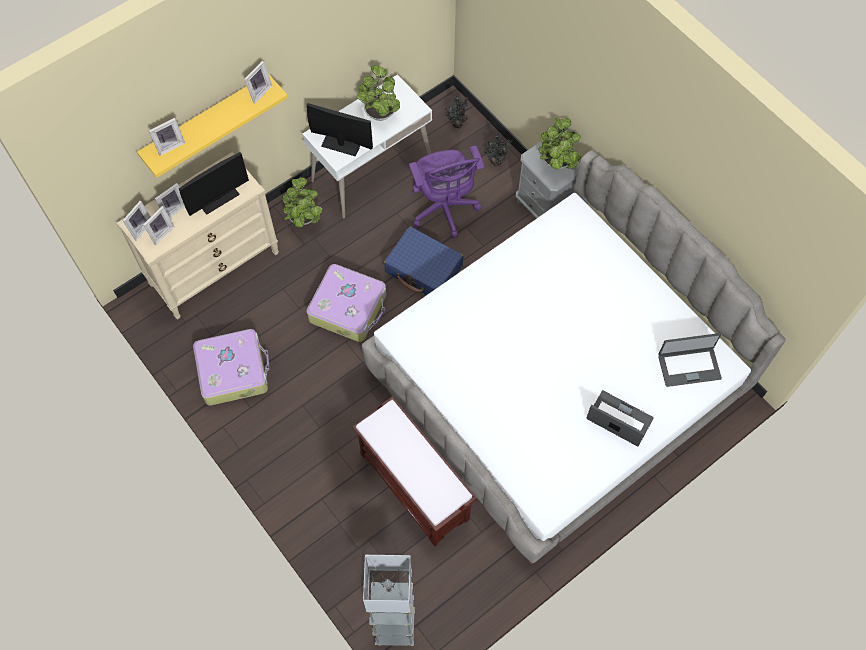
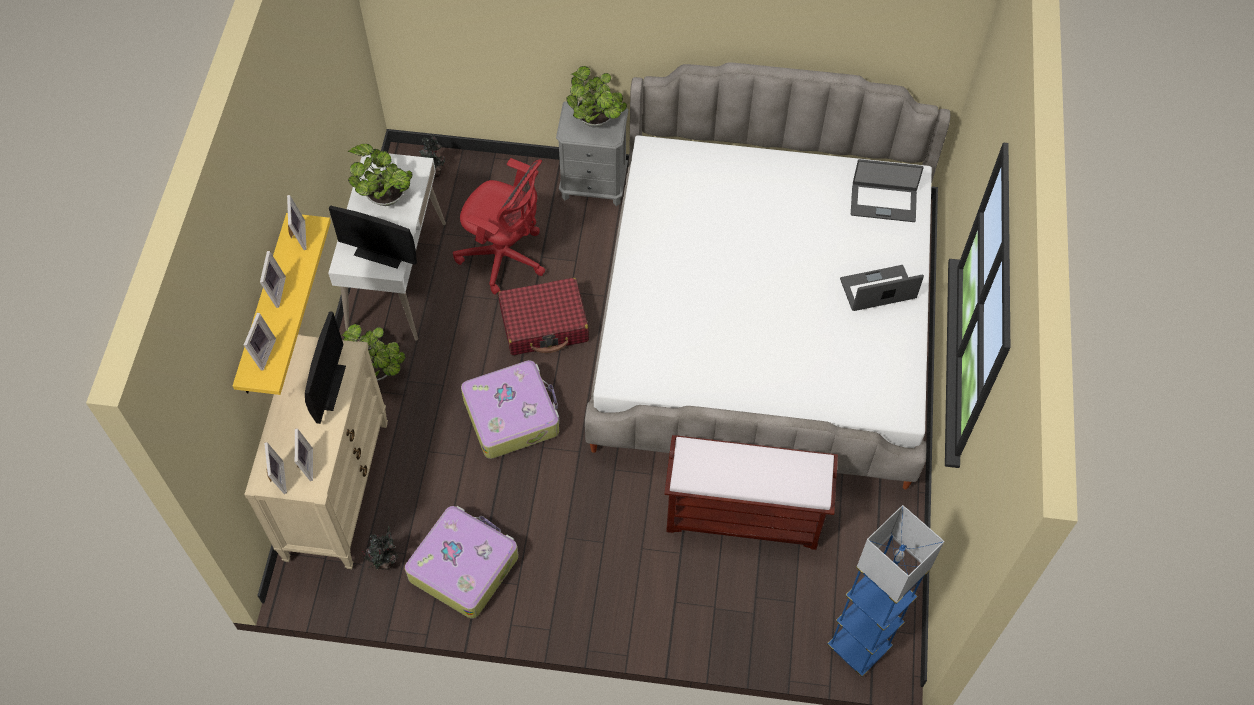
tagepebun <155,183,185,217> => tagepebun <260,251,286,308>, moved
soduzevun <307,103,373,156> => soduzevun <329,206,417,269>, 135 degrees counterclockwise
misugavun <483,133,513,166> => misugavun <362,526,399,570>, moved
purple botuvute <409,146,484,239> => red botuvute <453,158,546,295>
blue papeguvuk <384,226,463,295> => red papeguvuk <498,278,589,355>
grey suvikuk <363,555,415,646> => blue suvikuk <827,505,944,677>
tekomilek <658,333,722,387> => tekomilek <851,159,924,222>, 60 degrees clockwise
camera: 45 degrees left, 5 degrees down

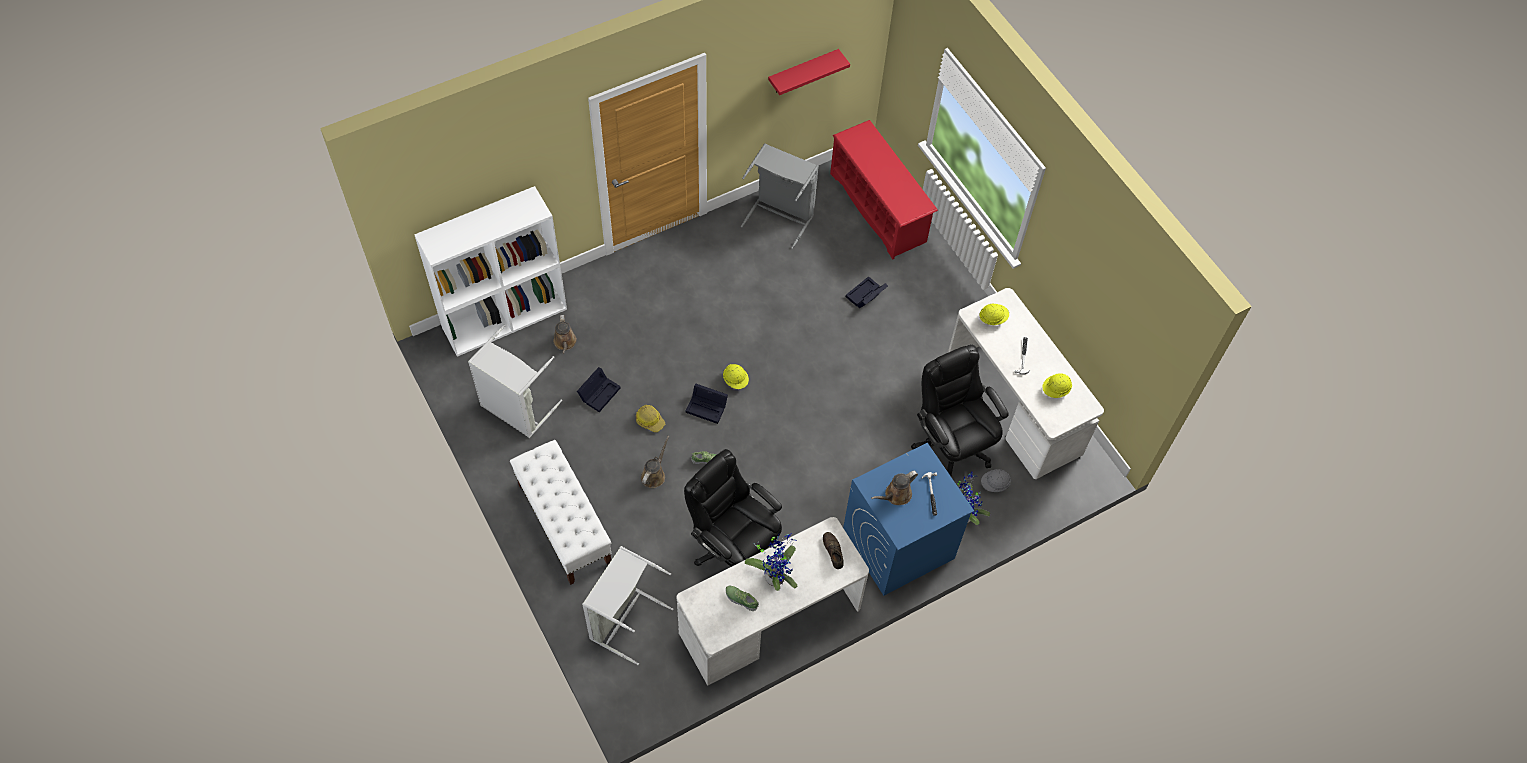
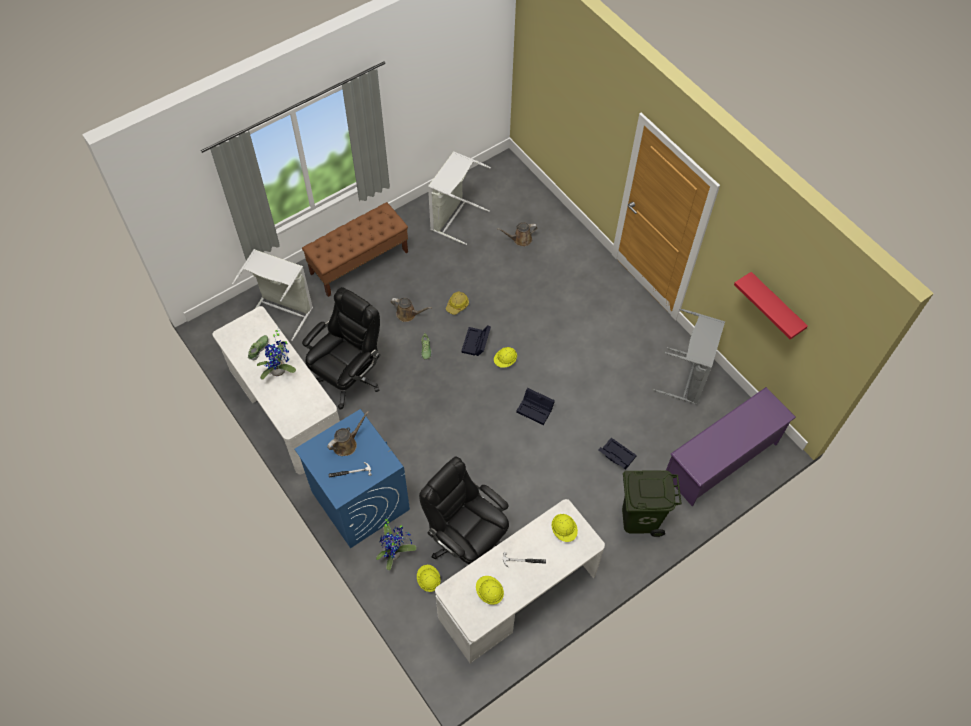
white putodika <510,440,611,585> => brown putodika <302,202,408,297>
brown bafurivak <871,471,918,505> => brown bafurivak <327,411,369,456>, 90 degrees clockwise
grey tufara <981,469,1011,492> => yellow tufara <417,565,441,592>
black botuvute <911,344,1009,476> => black botuvute <419,456,509,564>, 105 degrees counterclockwise
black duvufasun <577,367,621,412> => black duvufasun <516,388,555,425>, moved
nothing => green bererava <622,470,682,537>
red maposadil <830,120,938,259> => purple maposadil <666,387,796,506>
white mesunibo <414,186,567,357> => nothing
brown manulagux <823,532,844,569> => nothing
camera: 85 degrees right, 0 degrees up

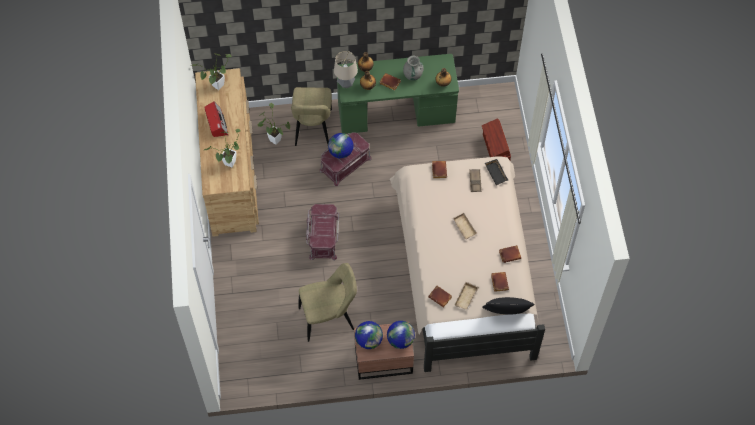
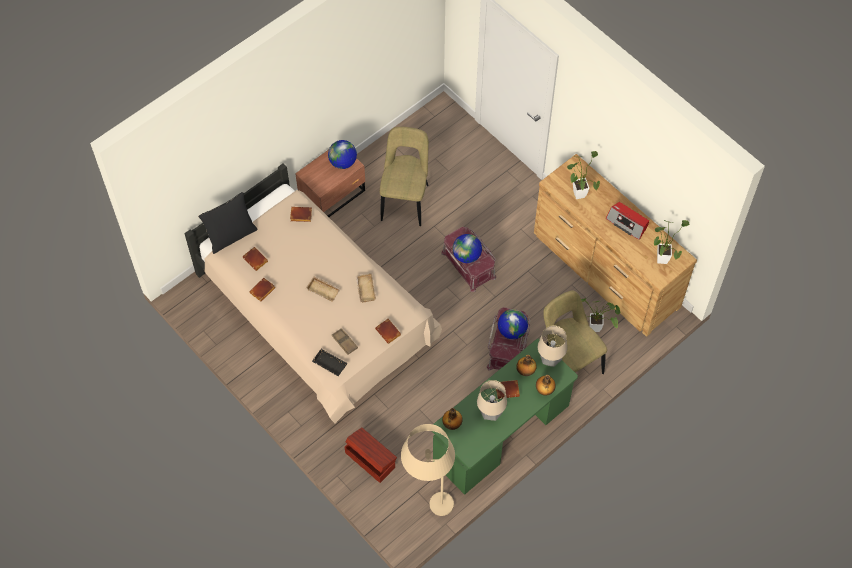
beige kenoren <454,282,479,311> => beige kenoren <356,273,376,302>, moved
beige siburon <298,263,357,342> => beige siburon <380,127,429,226>, 150 degrees clockwise
nothing => beige suvikuk <401,424,455,516>
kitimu <387,321,415,349> => kitimu <453,234,482,263>, moved
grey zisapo <403,56,424,81> => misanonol <477,380,507,421>
camera: 145 degrees right, 0 degrees up

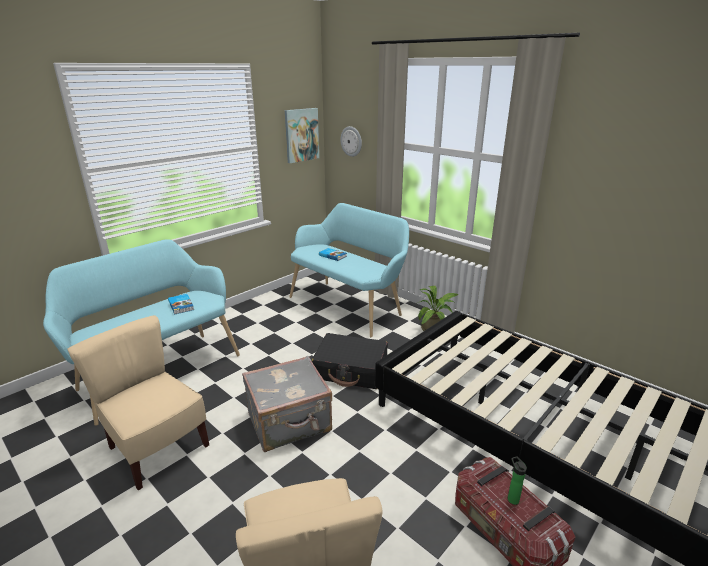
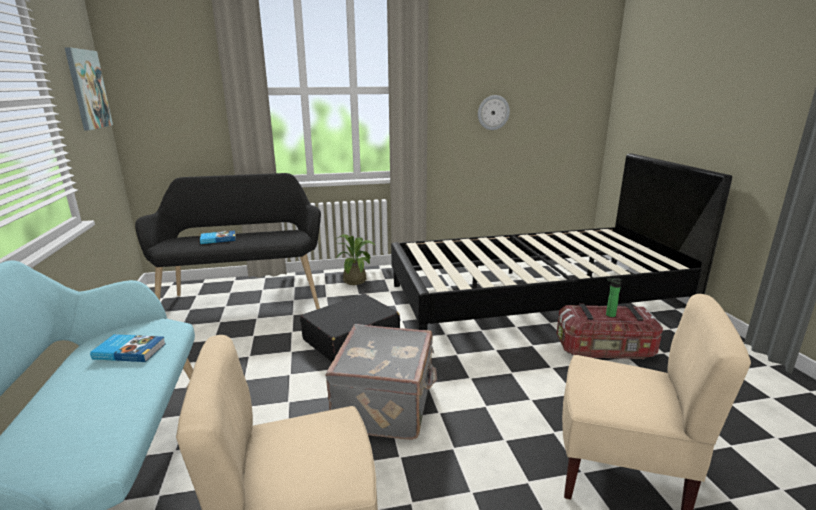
turquoise putodika <290,203,409,337> => black putodika <135,173,321,309>
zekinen <340,126,362,157> => zekinen <478,95,510,130>, moved
camera: 55 degrees left, 5 degrees down

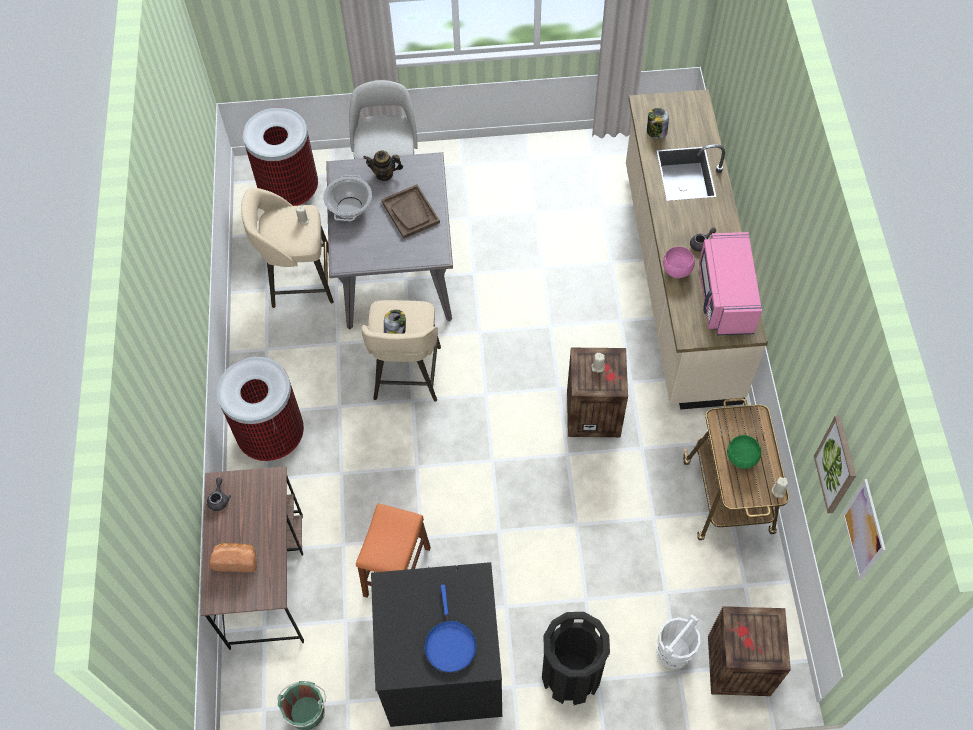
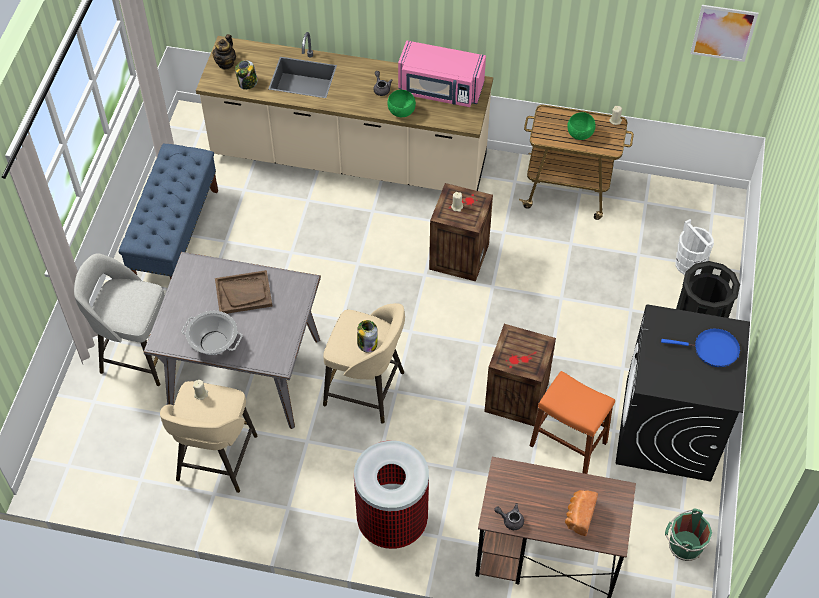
nothing => blue putodika <119,144,218,279>
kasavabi <363,151,403,181> => kasavabi <212,34,236,69>, moved
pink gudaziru <663,247,695,278> => green gudaziru <387,90,416,117>
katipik <708,606,791,696> => katipik <484,324,556,426>, moved
bererava <243,107,318,206> => nothing
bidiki <814,416,856,513> => nothing
camera: 75 degrees left, 5 degrees down

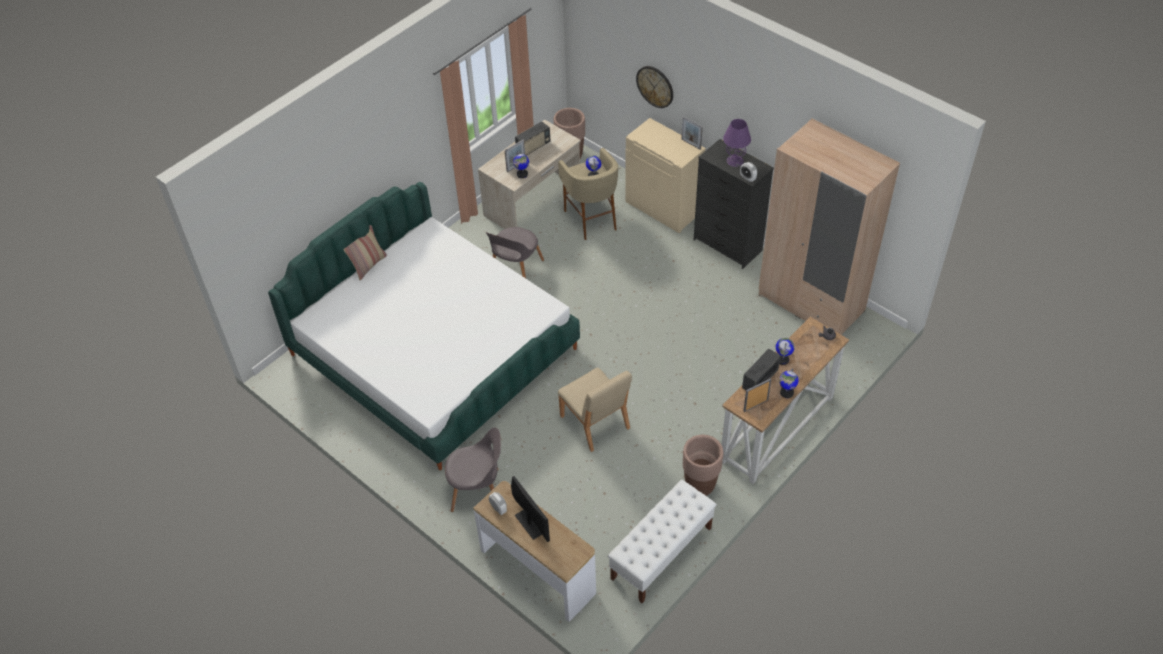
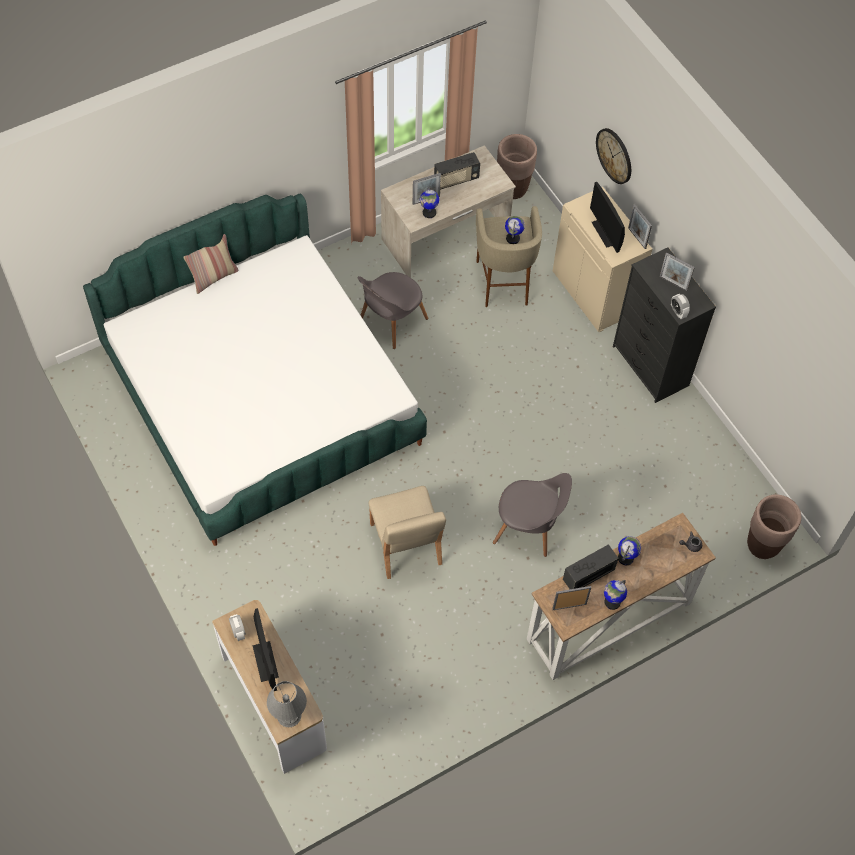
nothing => grey misanonol <267,681,307,727>
grey siburon <445,427,501,512> => grey siburon <493,473,572,557>, moved
nothing => soduzevun <590,182,625,253>
purple misanonol <723,119,751,167> => tagepebun <660,252,695,291>
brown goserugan <683,435,723,496> => brown goserugan <747,494,801,559>, moved
white putodika <608,479,717,603> => nothing
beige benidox <758,119,900,335> => nothing
camera: 15 degrees right, 10 degrees up

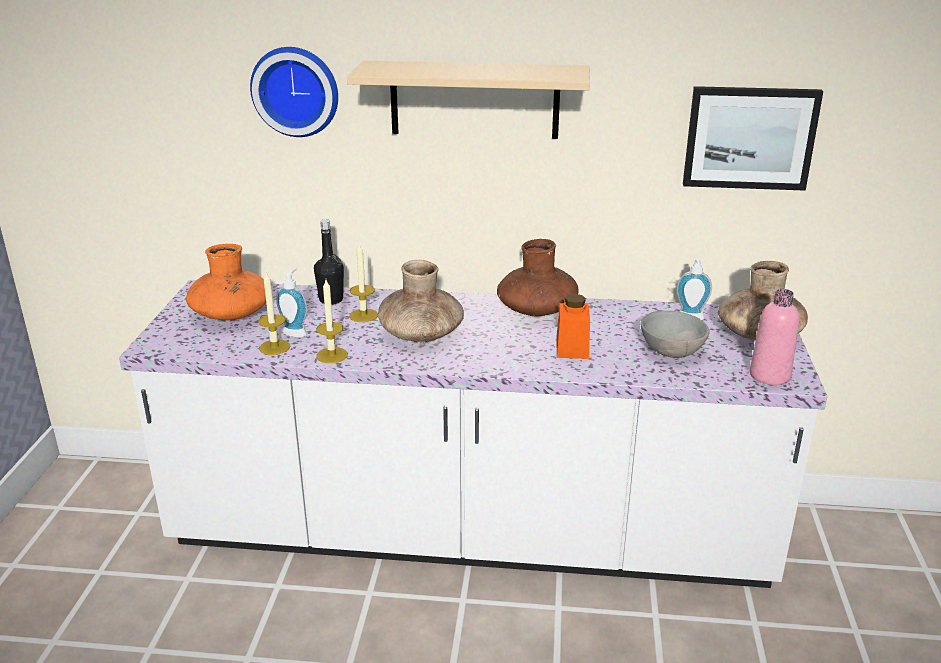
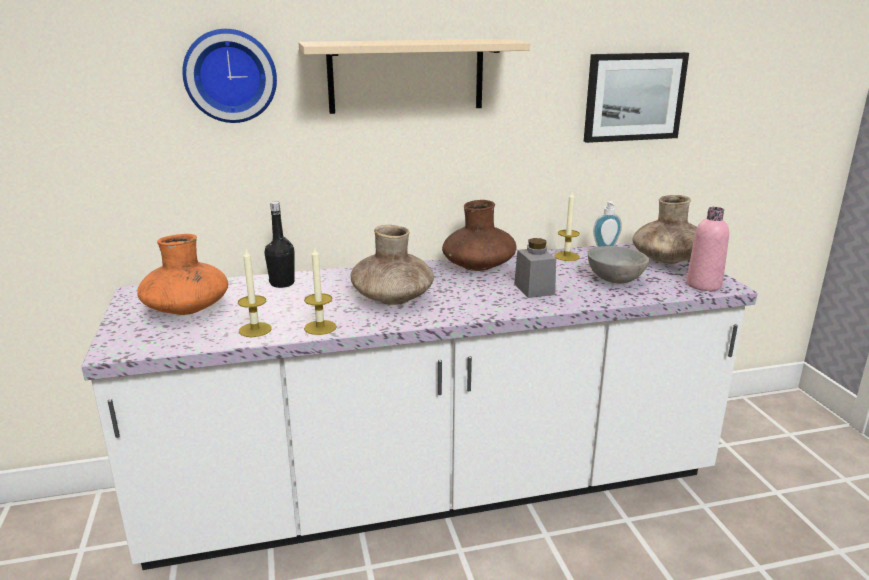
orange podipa <556,294,590,359> => grey podipa <514,238,556,298>
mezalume <349,243,378,322> => mezalume <554,192,580,261>, moved
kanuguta <276,268,307,337> => nothing
camera: 20 degrees left, 5 degrees down

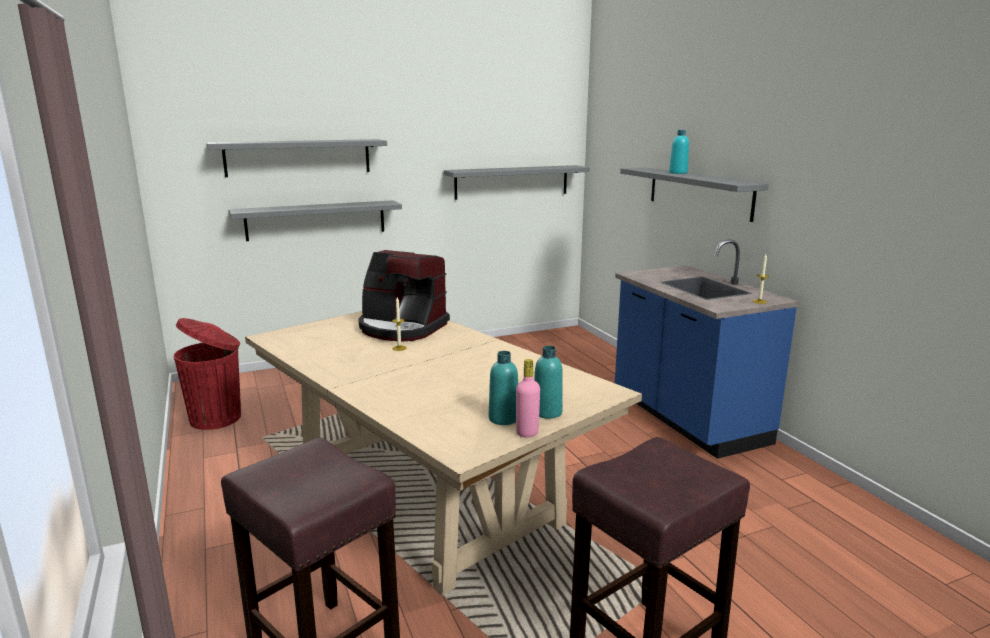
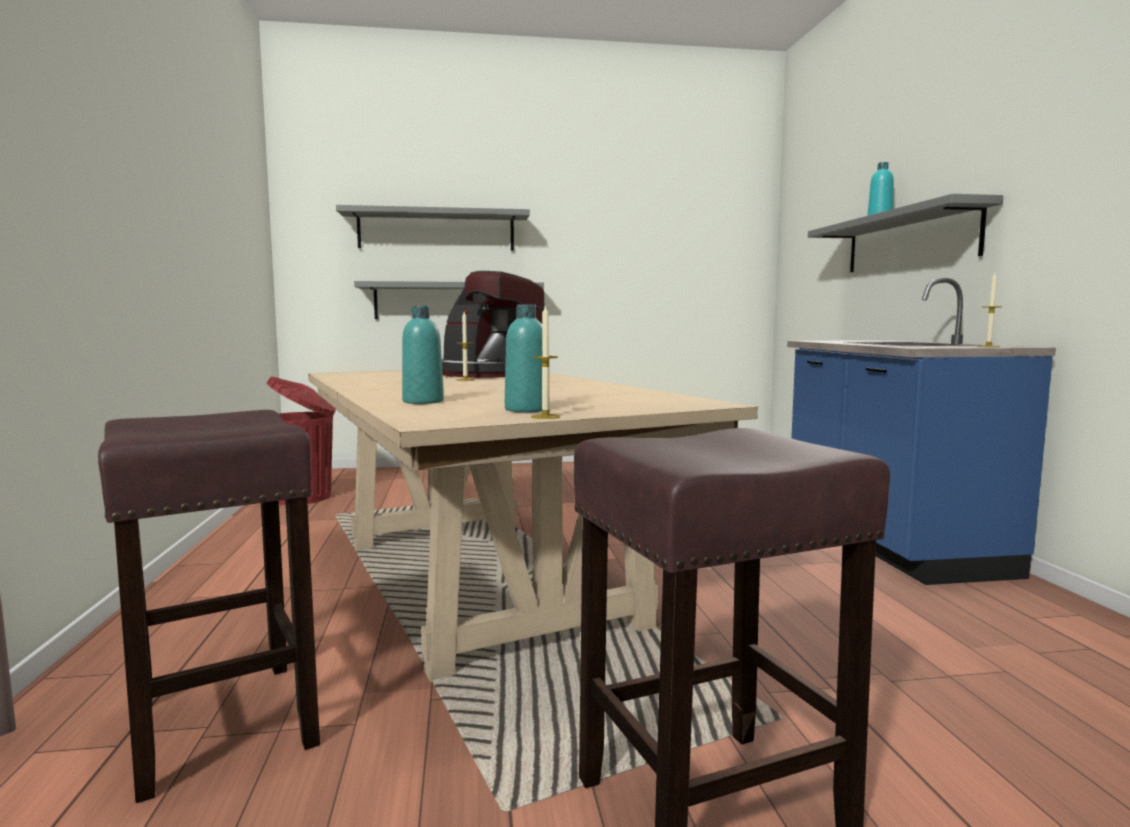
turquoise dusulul <534,346,563,418> => turquoise dusulul <402,306,444,404>, moved
pink dusulul <516,359,540,437> => mezalume <531,305,560,419>
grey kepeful <444,165,590,200> => nothing
camera: 15 degrees right, 10 degrees down

